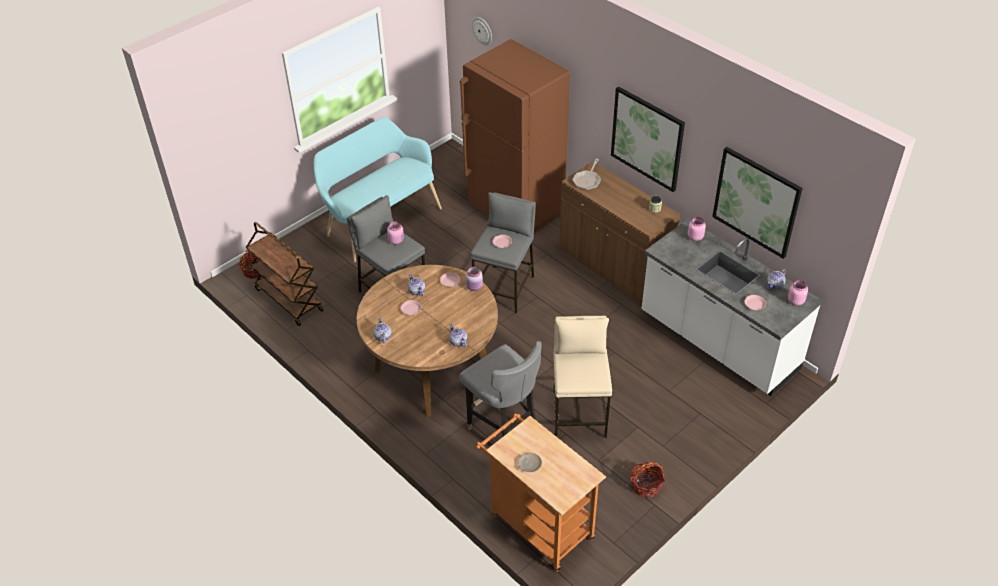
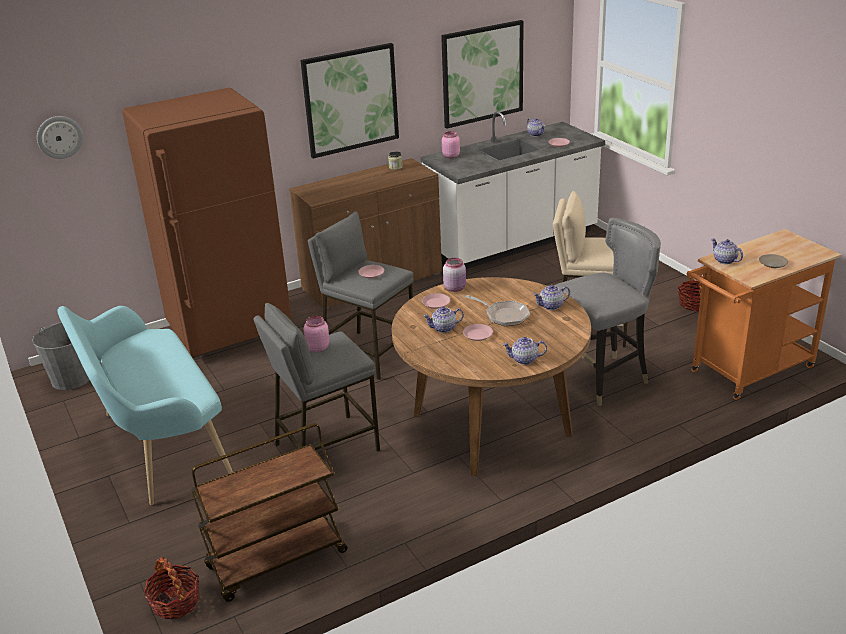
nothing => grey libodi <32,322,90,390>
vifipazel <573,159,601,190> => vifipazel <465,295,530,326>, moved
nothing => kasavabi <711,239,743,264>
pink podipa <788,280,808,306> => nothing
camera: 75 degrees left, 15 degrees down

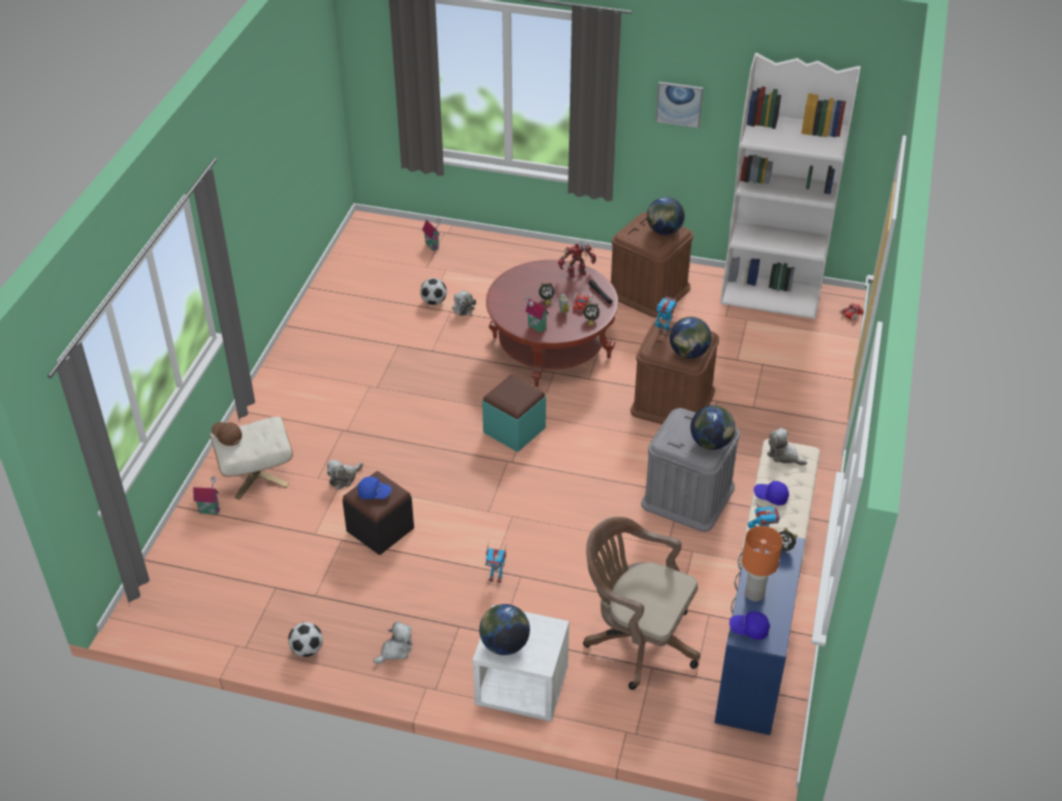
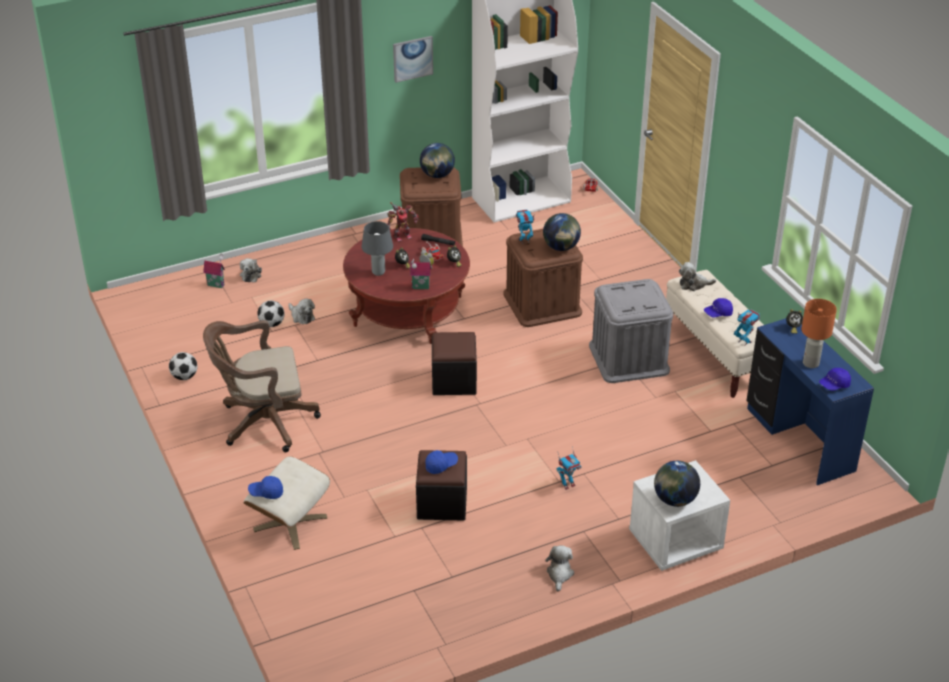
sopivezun <288,622,323,657> => sopivezun <169,352,198,380>, moved
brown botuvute <583,517,700,690> => brown botuvute <203,320,321,452>, moved
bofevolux <327,460,363,490> => bofevolux <240,258,262,282>, moved
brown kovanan <211,422,242,446> => blue kovanan <248,476,283,499>
nothing => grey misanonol <362,221,393,276>
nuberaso <558,241,596,278> => nuberaso <387,202,419,242>, 150 degrees counterclockwise
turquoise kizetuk <482,375,546,452> => black kizetuk <432,332,477,395>
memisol <193,476,220,515> => nothing
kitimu <690,405,736,450> => nothing
camera: 40 degrees left, 5 degrees down

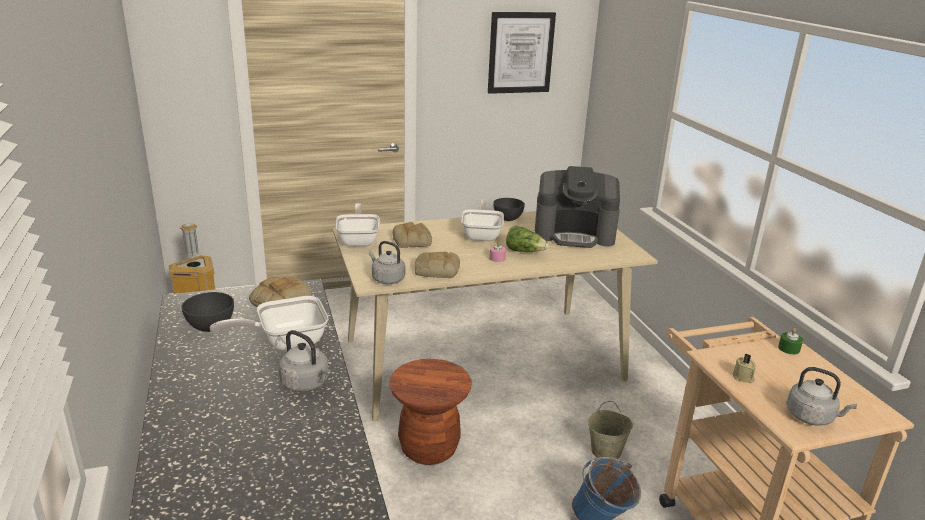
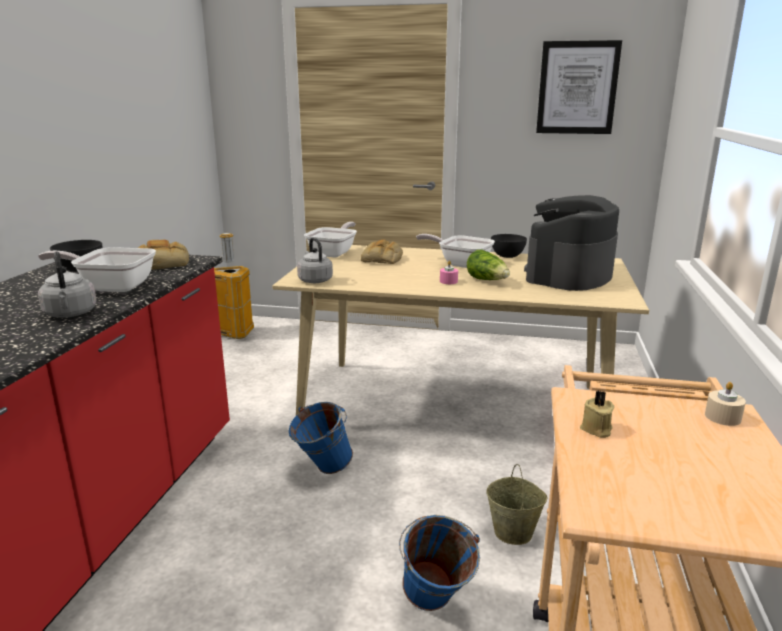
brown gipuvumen <389,359,471,465> => blue libodi <289,402,353,474>
vifipazel <461,200,504,241> => vifipazel <416,234,495,268>, 90 degrees counterclockwise
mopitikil <535,166,620,248> => mopitikil <524,195,619,291>, 90 degrees clockwise
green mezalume <778,328,803,355> => beige mezalume <705,382,746,426>
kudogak <415,252,460,278> => nothing
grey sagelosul <787,367,857,426> => nothing
camera: 30 degrees right, 5 degrees down

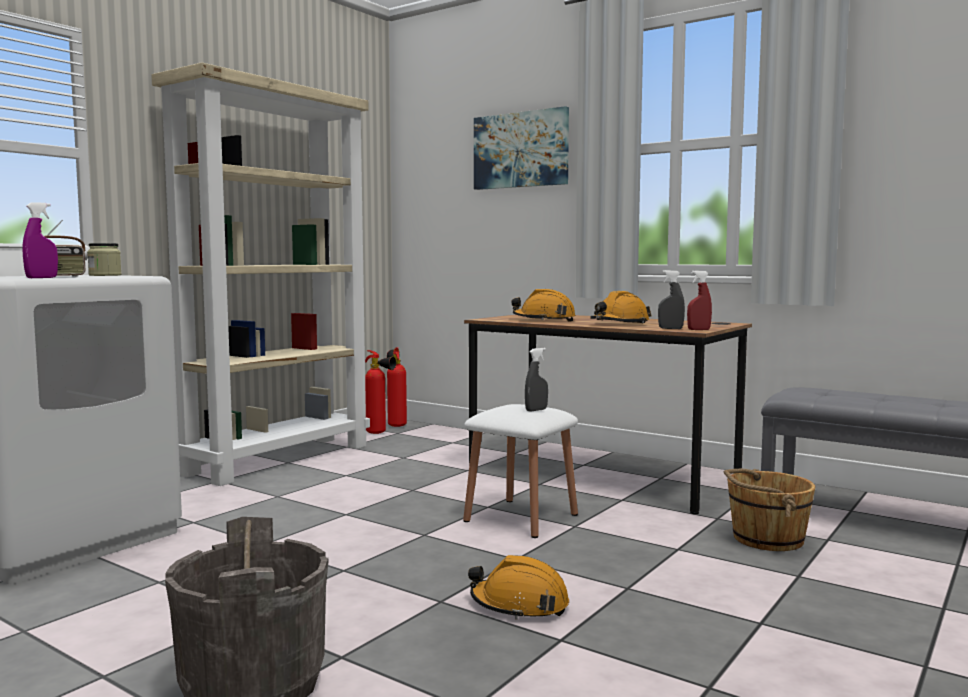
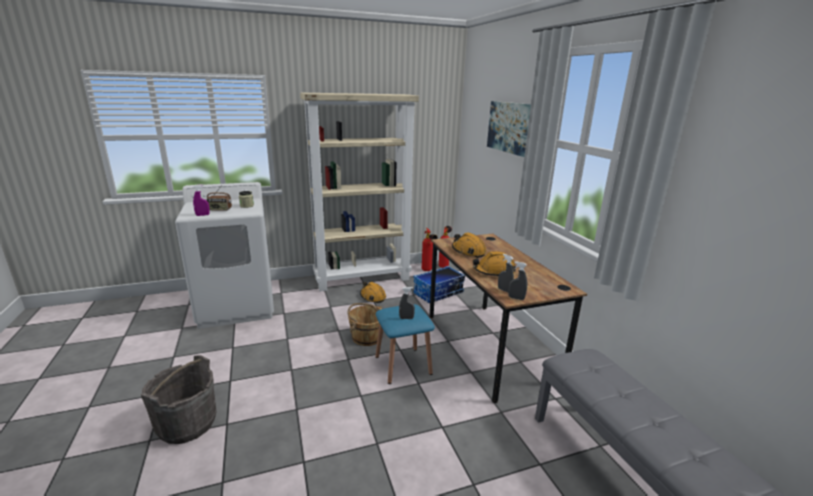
brown libodi <723,469,815,551> => brown libodi <347,303,383,346>, moved
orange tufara <468,555,569,619> => orange tufara <360,282,386,303>, moved
white gipuvumen <463,404,578,538> => blue gipuvumen <375,304,435,384>
nothing => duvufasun <413,266,465,303>
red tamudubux <687,270,712,330> => grey tamudubux <508,262,527,300>
camera: 35 degrees right, 15 degrees up

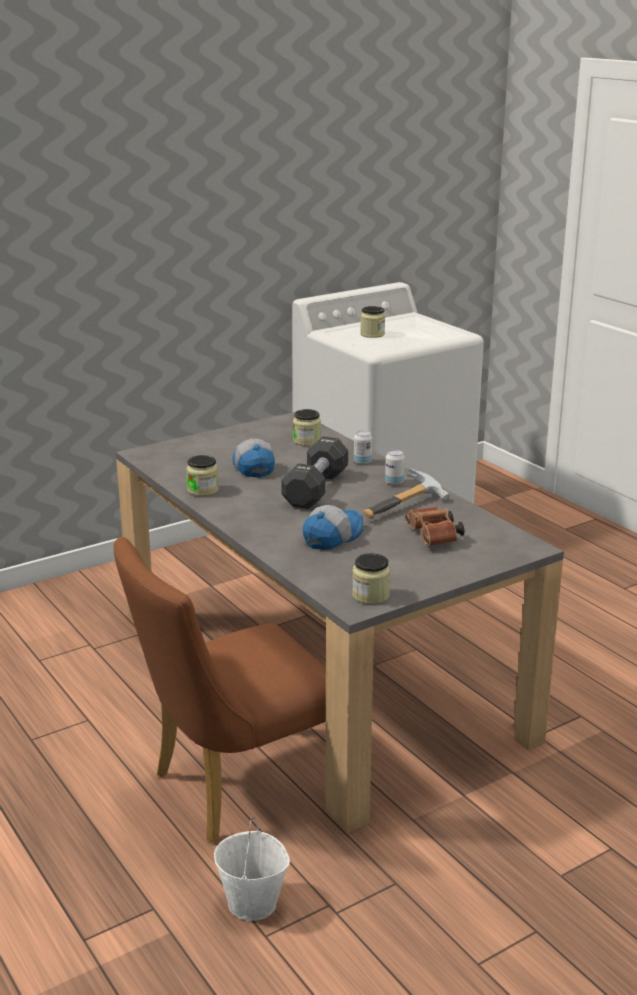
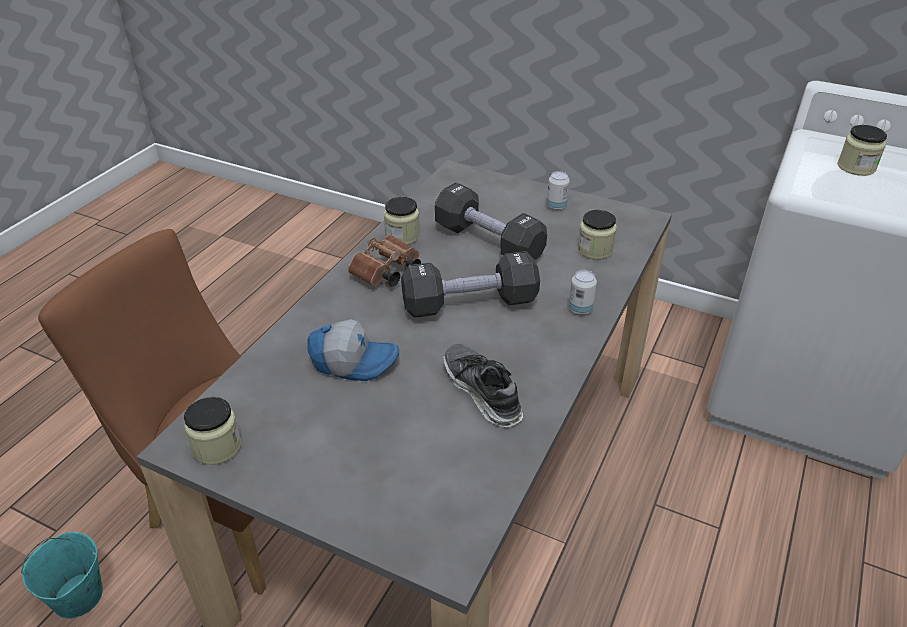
white libodi <214,818,290,921> => turquoise libodi <21,532,103,619>
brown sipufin <405,507,464,546> => brown sipufin <348,235,421,287>, moved
kovanan <232,439,275,477> => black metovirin <435,182,547,260>
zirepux <363,468,450,519> => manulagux <443,344,523,427>
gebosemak <385,450,405,485> => gebosemak <547,171,570,210>, moved
camera: 60 degrees right, 15 degrees up

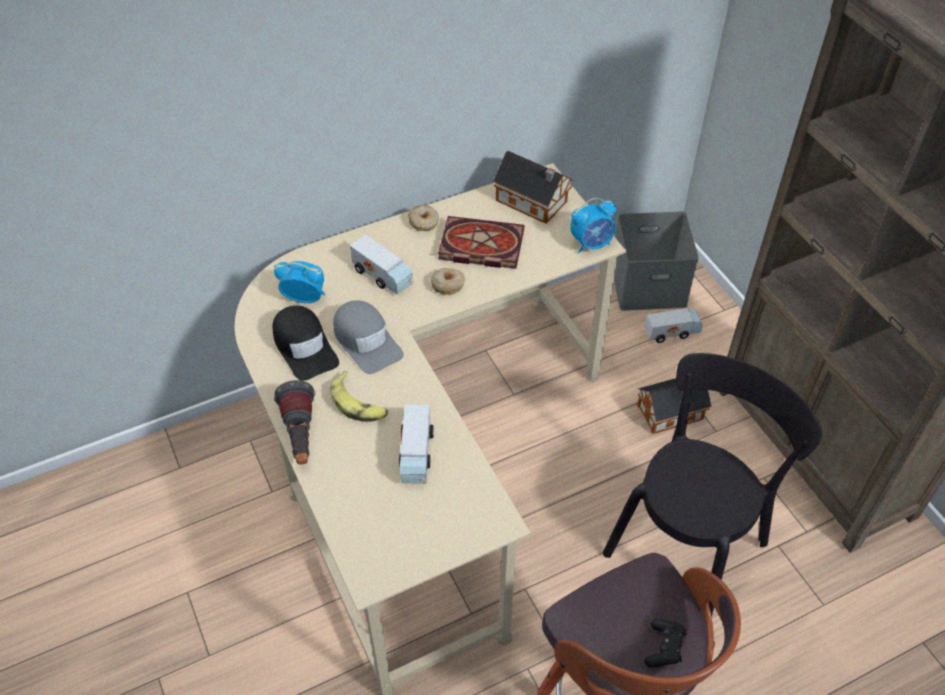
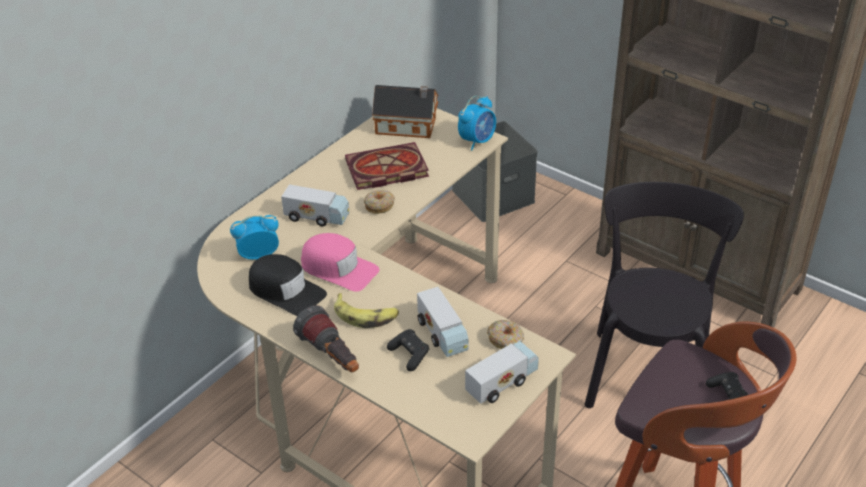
grey kovanan <333,300,404,374> => pink kovanan <301,233,380,292>
nothing => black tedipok <387,329,429,371>
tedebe <645,308,703,343> => tedebe <465,341,539,404>, moved
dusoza <408,205,439,231> => dusoza <487,320,524,349>, moved
memisol <637,378,712,434> => nothing
camera: 25 degrees left, 10 degrees down

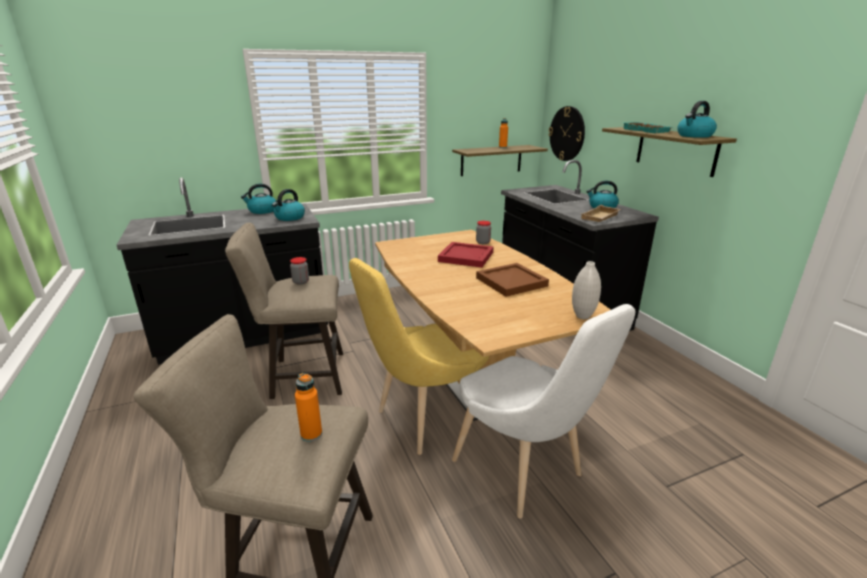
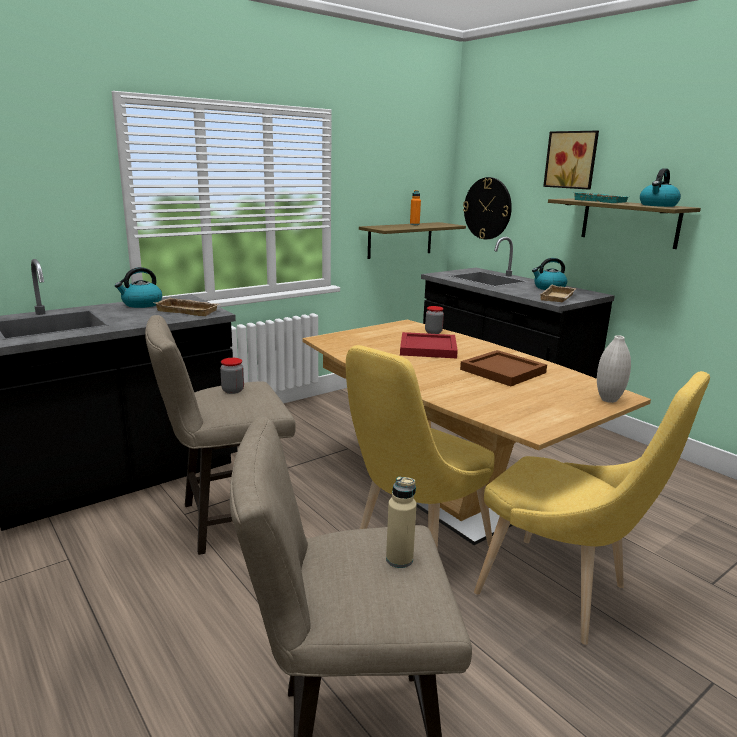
sagelosul <272,189,305,221> => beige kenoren <154,298,220,316>
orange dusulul <295,373,322,442> => beige dusulul <386,476,417,568>
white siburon <452,304,635,519> => yellow siburon <474,371,710,645>
nothing => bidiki <543,131,599,190>
camera: 15 degrees left, 5 degrees down

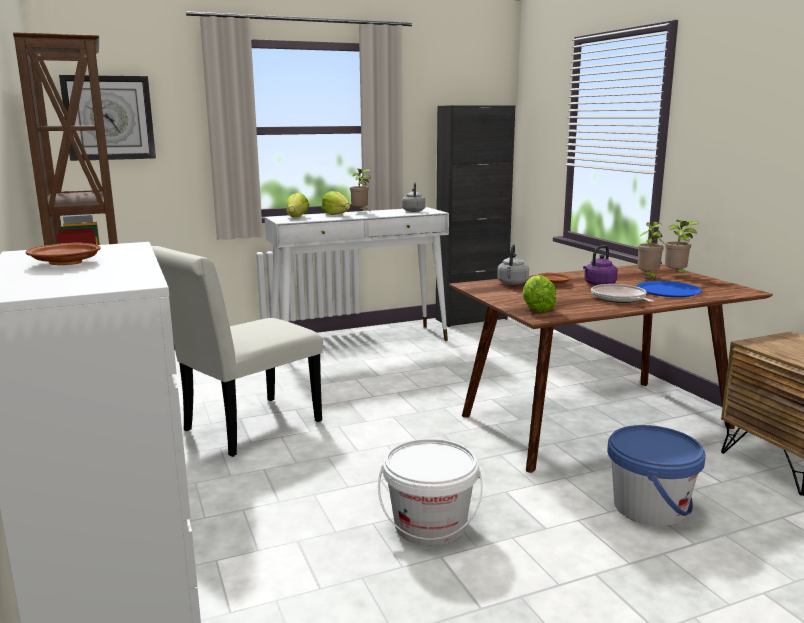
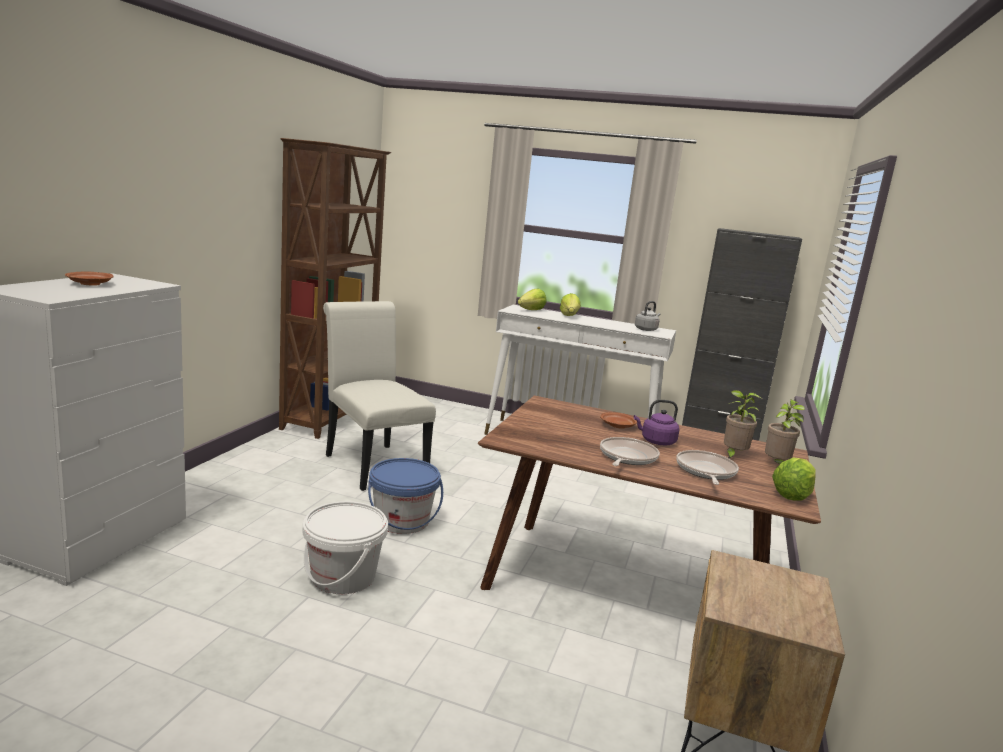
white siburon <152,246,323,457> => white siburon <323,301,436,491>, 60 degrees clockwise
blue libodi <607,425,706,526> => blue libodi <368,458,443,534>, moved
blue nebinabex <637,281,702,297> => vifipazel <676,450,739,485>
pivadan <522,275,556,313> => pivadan <772,457,816,501>, moved
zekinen <59,75,156,161> => nothing
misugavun <350,169,371,213> => nothing
grey sagelosul <497,244,529,285> => nothing
camera: 40 degrees right, 0 degrees up

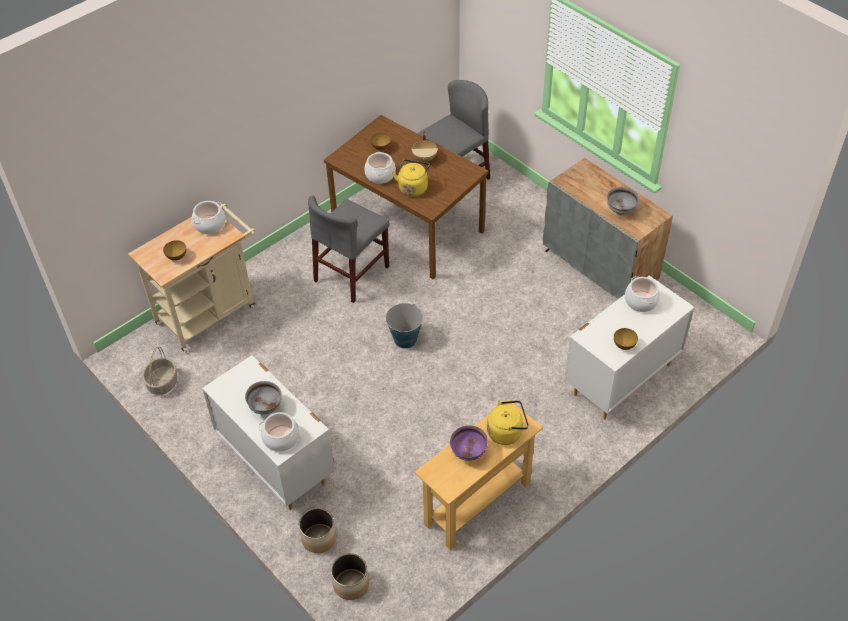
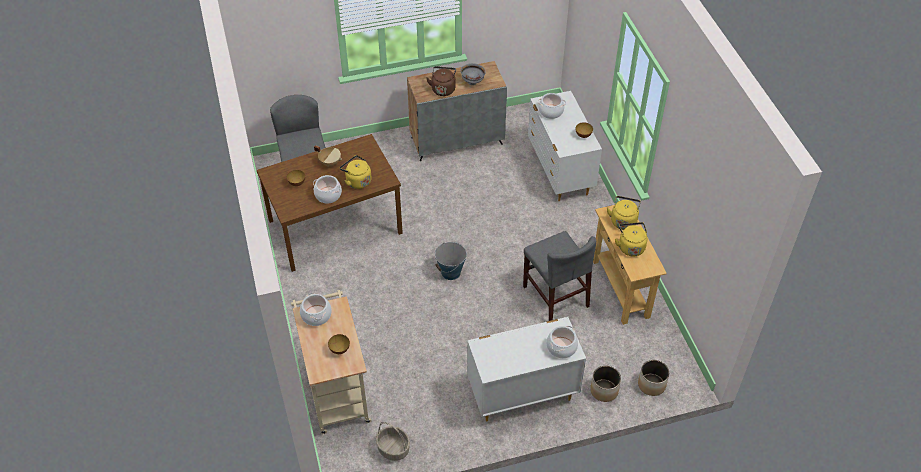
nothing => brown sagelosul <426,66,456,96>
grey siburon <308,195,389,303> => grey siburon <523,231,596,321>, moved
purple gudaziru <450,425,488,461> => yellow sagelosul <615,222,648,256>
grey gudaziru <245,381,282,414> => nothing
camera: 65 degrees left, 0 degrees up

